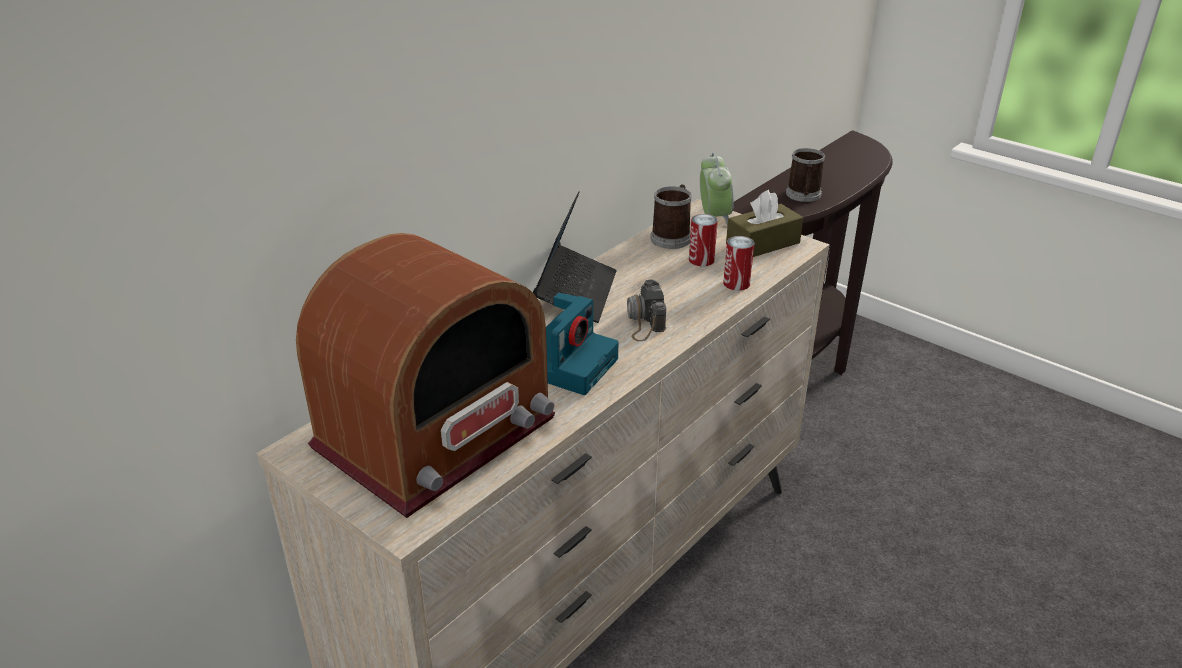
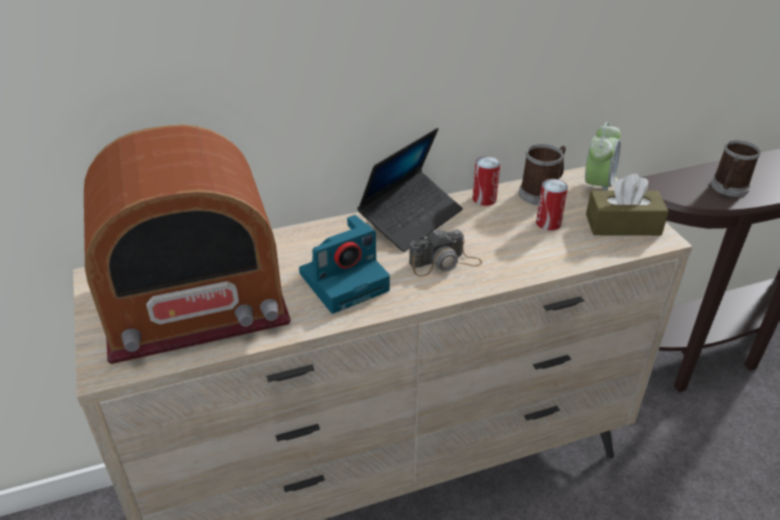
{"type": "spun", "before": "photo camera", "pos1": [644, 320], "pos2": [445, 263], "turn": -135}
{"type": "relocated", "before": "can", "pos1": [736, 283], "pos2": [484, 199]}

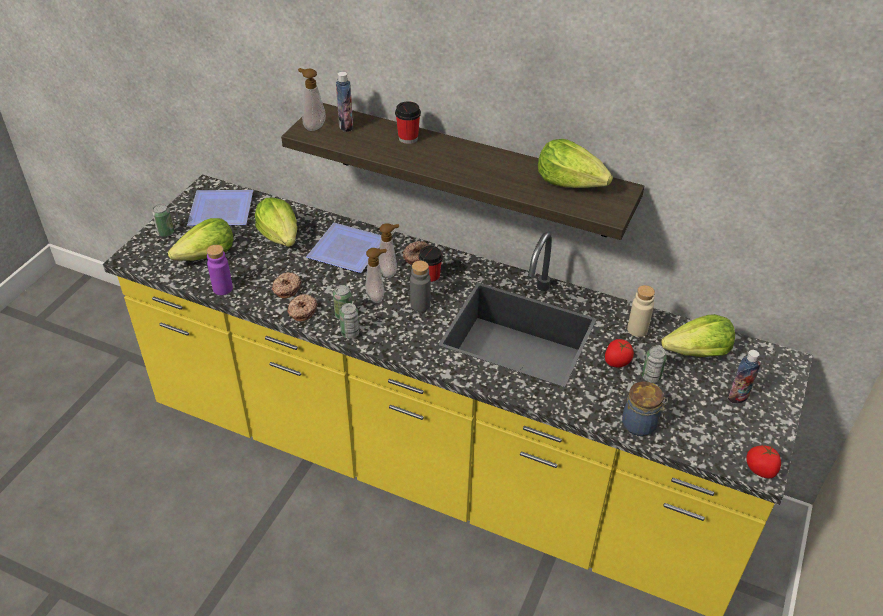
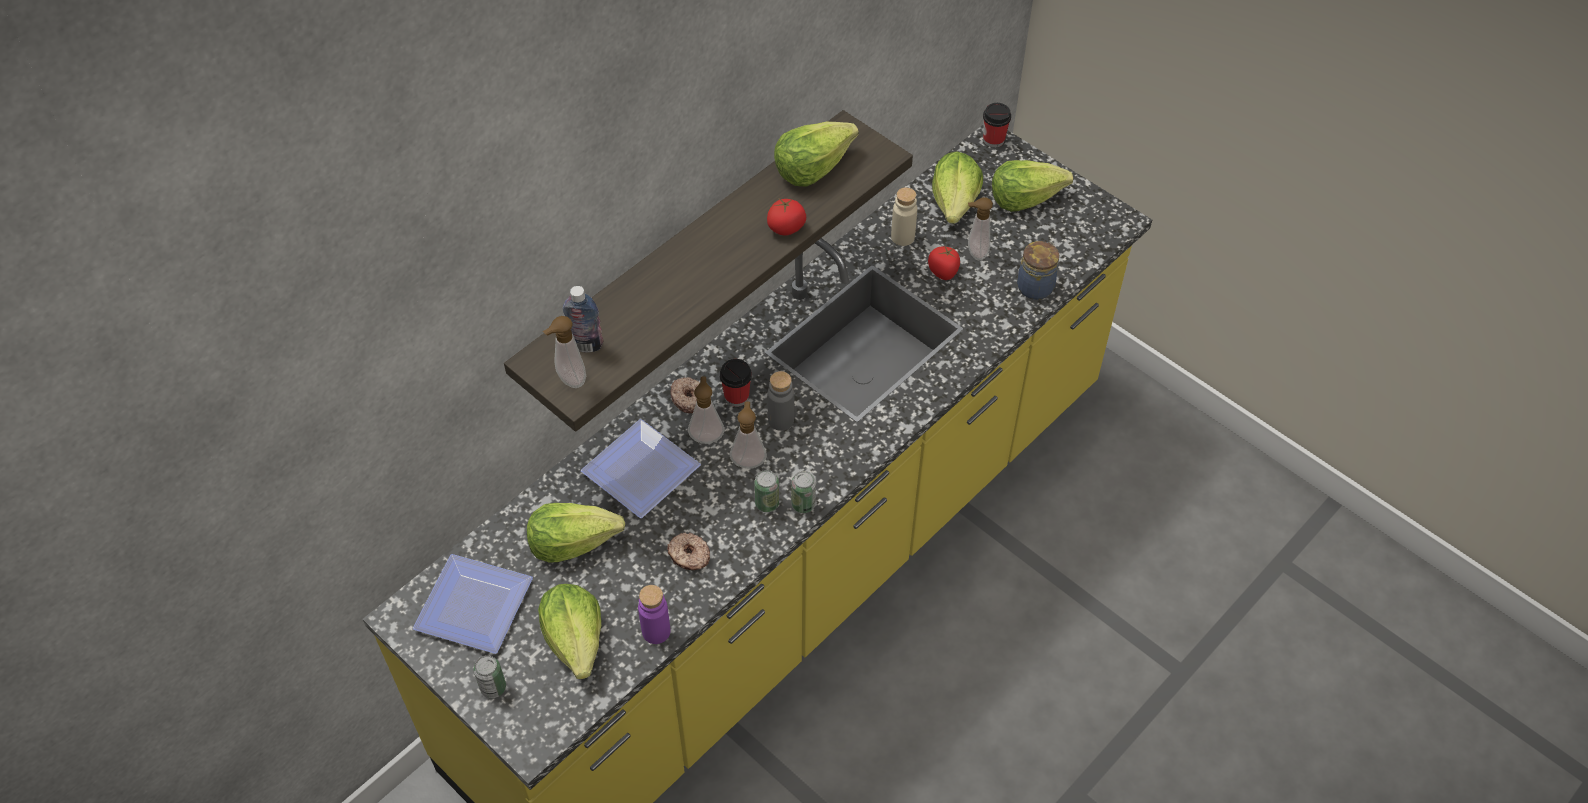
{"type": "missing", "before": "donut", "pos1": [302, 311]}
{"type": "relocated", "before": "cup", "pos1": [408, 138], "pos2": [993, 140]}
{"type": "exchanged", "before": "can", "after": "soap dispenser", "pos1": [651, 377], "pos2": [975, 253]}
{"type": "exchanged", "before": "bottle", "after": "lettuce", "pos1": [738, 397], "pos2": [1025, 197]}
{"type": "relocated", "before": "tomato", "pos1": [761, 469], "pos2": [786, 227]}

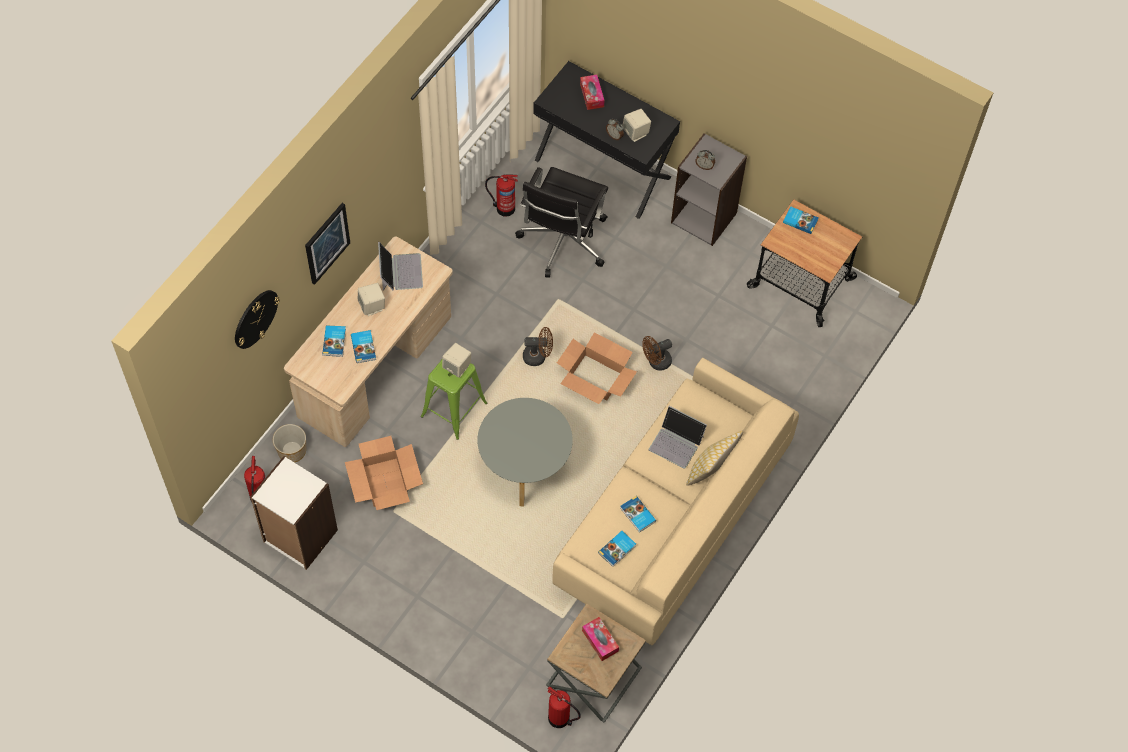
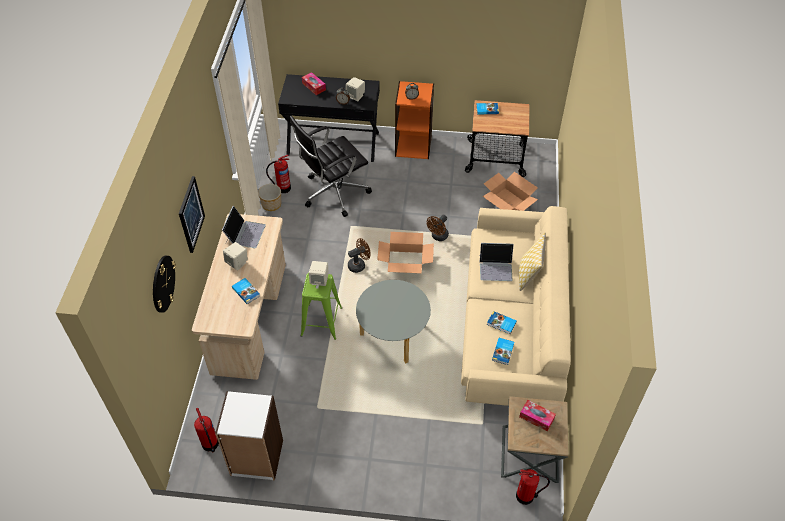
{"type": "relocated", "before": "planter", "pos1": [292, 451], "pos2": [271, 204]}
{"type": "missing", "before": "book", "pos1": [335, 342]}
{"type": "relocated", "before": "cardboard box", "pos1": [385, 482], "pos2": [508, 202]}
{"type": "spun", "before": "laptop", "pos1": [400, 271], "pos2": [245, 233], "turn": 45}
{"type": "spun", "before": "black office chair", "pos1": [562, 242], "pos2": [333, 193], "turn": 60}
{"type": "colour", "before": "grey bookcase", "after": "orange bookcase", "pos1": [704, 217], "pos2": [413, 146]}

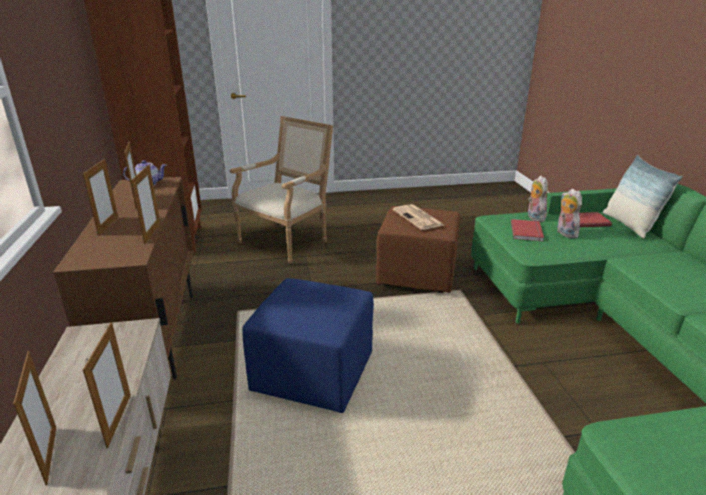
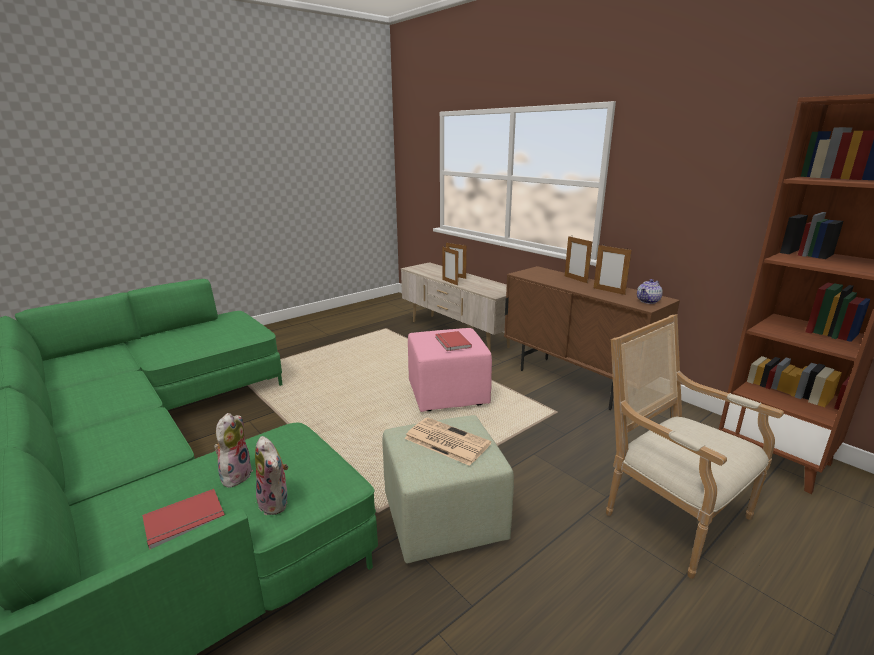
{"type": "missing", "before": "picture frame", "pos1": [152, 233]}
{"type": "spun", "before": "armchair", "pos1": [287, 241], "pos2": [669, 514], "turn": 135}
{"type": "colour", "before": "blue ottoman", "after": "pink ottoman", "pos1": [312, 375], "pos2": [448, 394]}
{"type": "colour", "before": "brown ottoman", "after": "green ottoman", "pos1": [418, 275], "pos2": [442, 520]}
{"type": "relocated", "before": "red book", "pos1": [527, 231], "pos2": [451, 342]}
{"type": "spun", "before": "plush toy", "pos1": [564, 233], "pos2": [235, 474], "turn": -120}
{"type": "missing", "before": "pillow", "pos1": [629, 225]}

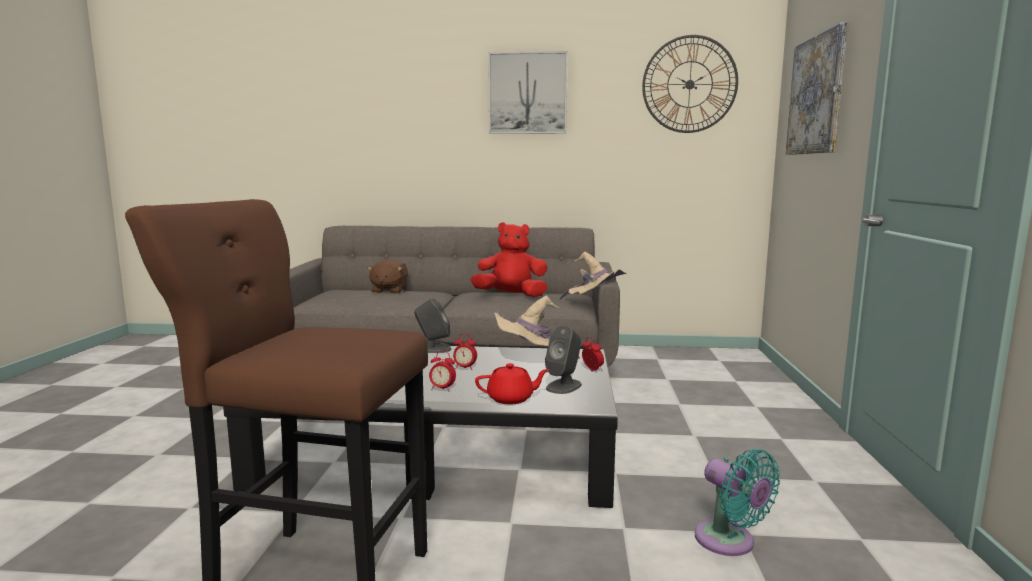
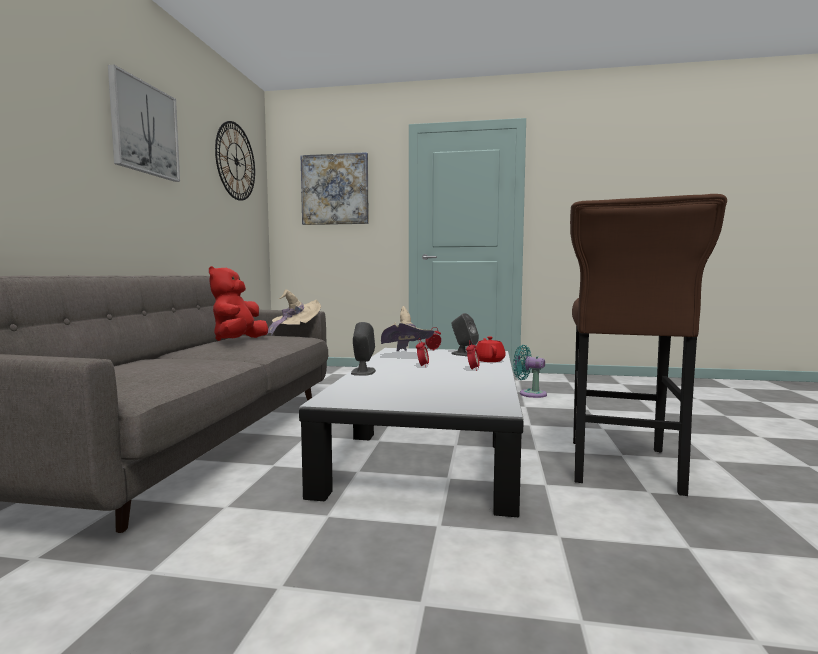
{"type": "missing", "before": "brown plush toy", "pos1": [389, 291]}
{"type": "spun", "before": "turquoise fan", "pos1": [729, 542], "pos2": [530, 394], "turn": -120}

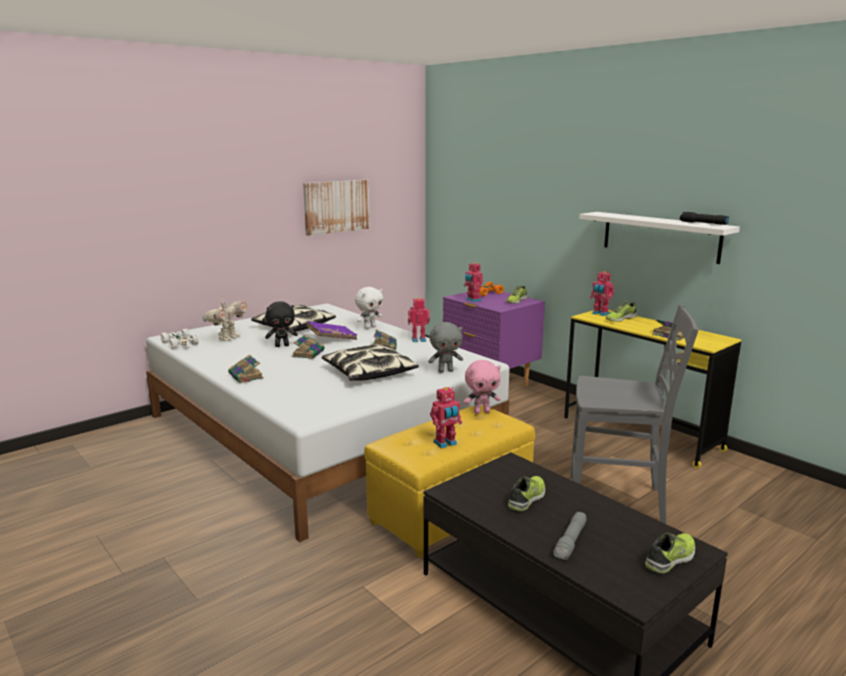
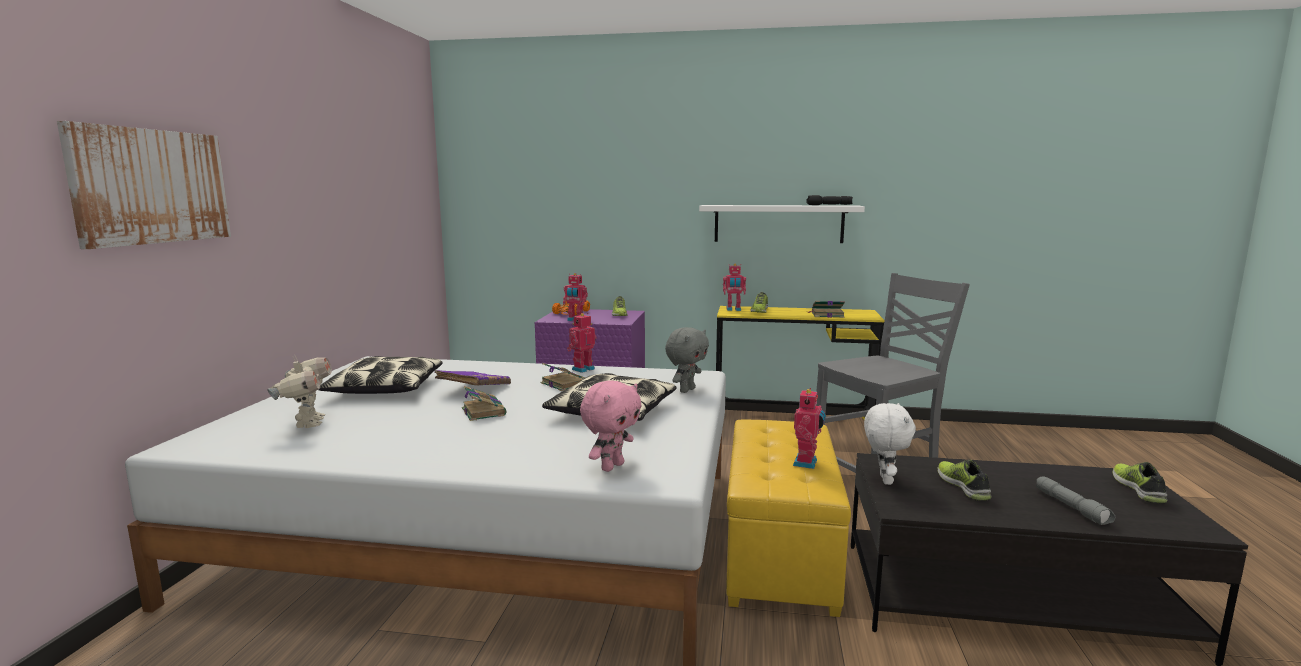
{"type": "missing", "before": "white toy car", "pos1": [180, 344]}
{"type": "missing", "before": "book", "pos1": [246, 376]}
{"type": "missing", "before": "black plush toy", "pos1": [282, 345]}
{"type": "relocated", "before": "picture", "pos1": [336, 206], "pos2": [151, 186]}
{"type": "relocated", "before": "white plush toy", "pos1": [369, 327], "pos2": [884, 480]}
{"type": "relocated", "before": "pink plush toy", "pos1": [481, 412], "pos2": [611, 466]}

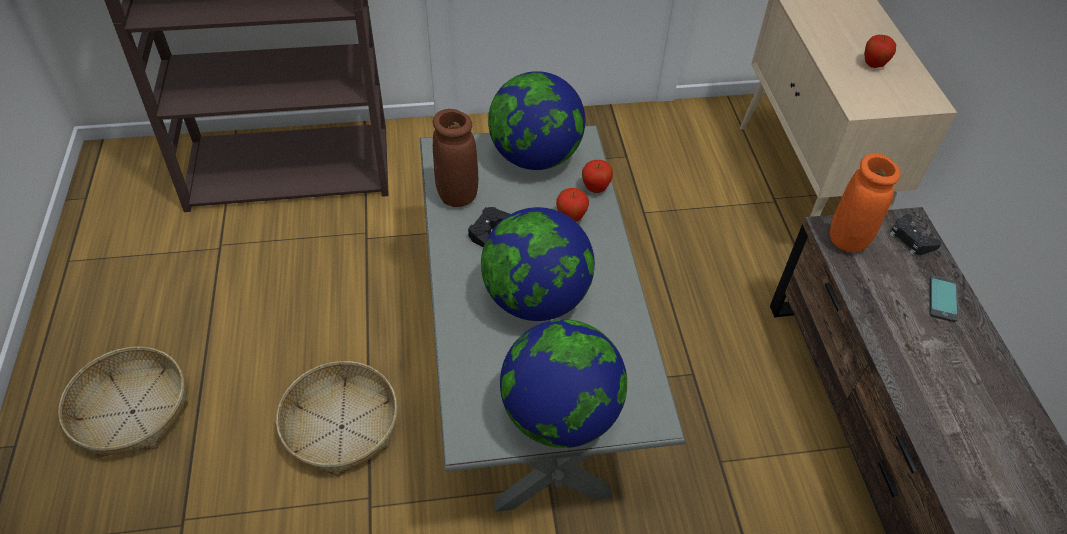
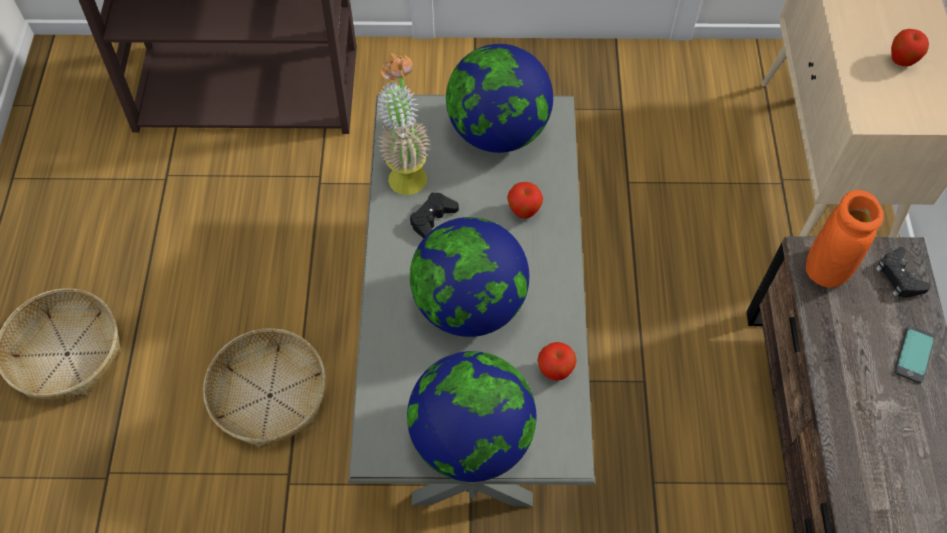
{"type": "exchanged", "before": "brown vase", "after": "potted plant", "pos1": [457, 194], "pos2": [406, 170]}
{"type": "relocated", "before": "apple", "pos1": [595, 189], "pos2": [555, 371]}

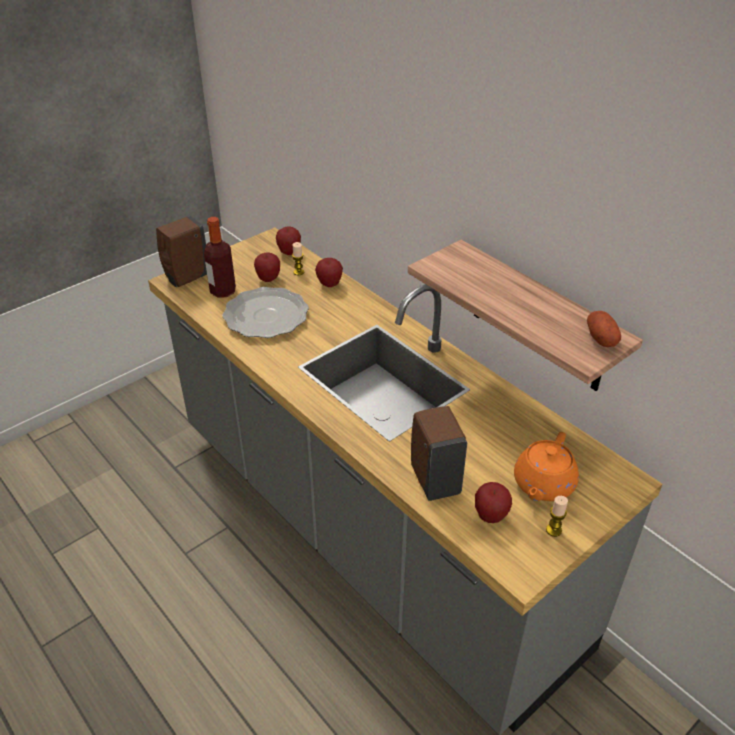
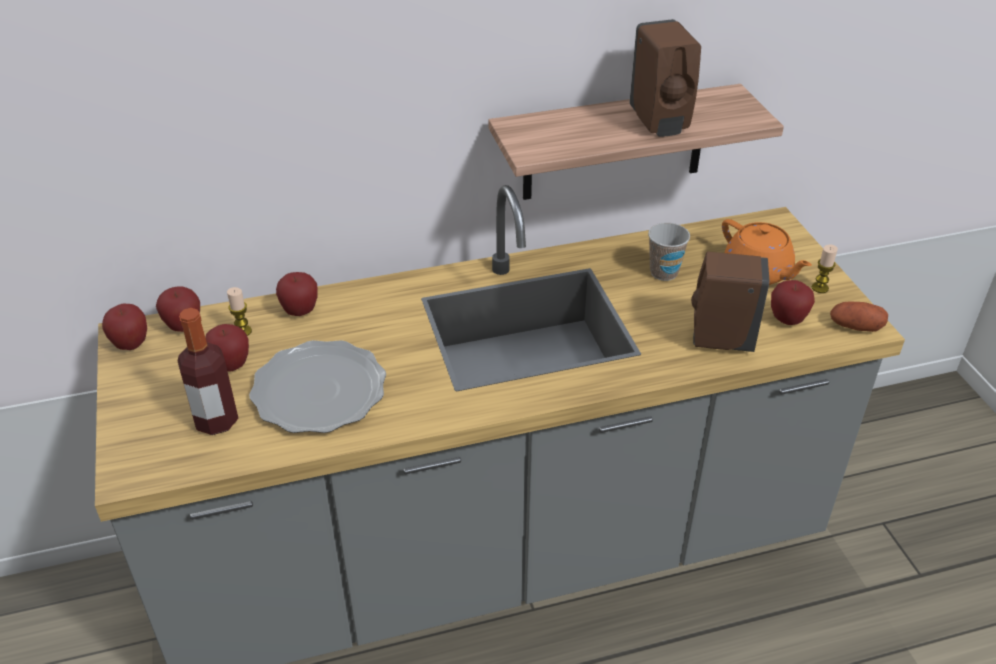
{"type": "relocated", "before": "brown soap dispenser", "pos1": [186, 278], "pos2": [659, 123]}
{"type": "relocated", "before": "potato", "pos1": [601, 338], "pos2": [855, 327]}
{"type": "appeared", "after": "apple", "pos2": [131, 345]}
{"type": "appeared", "after": "cup", "pos2": [664, 272]}

